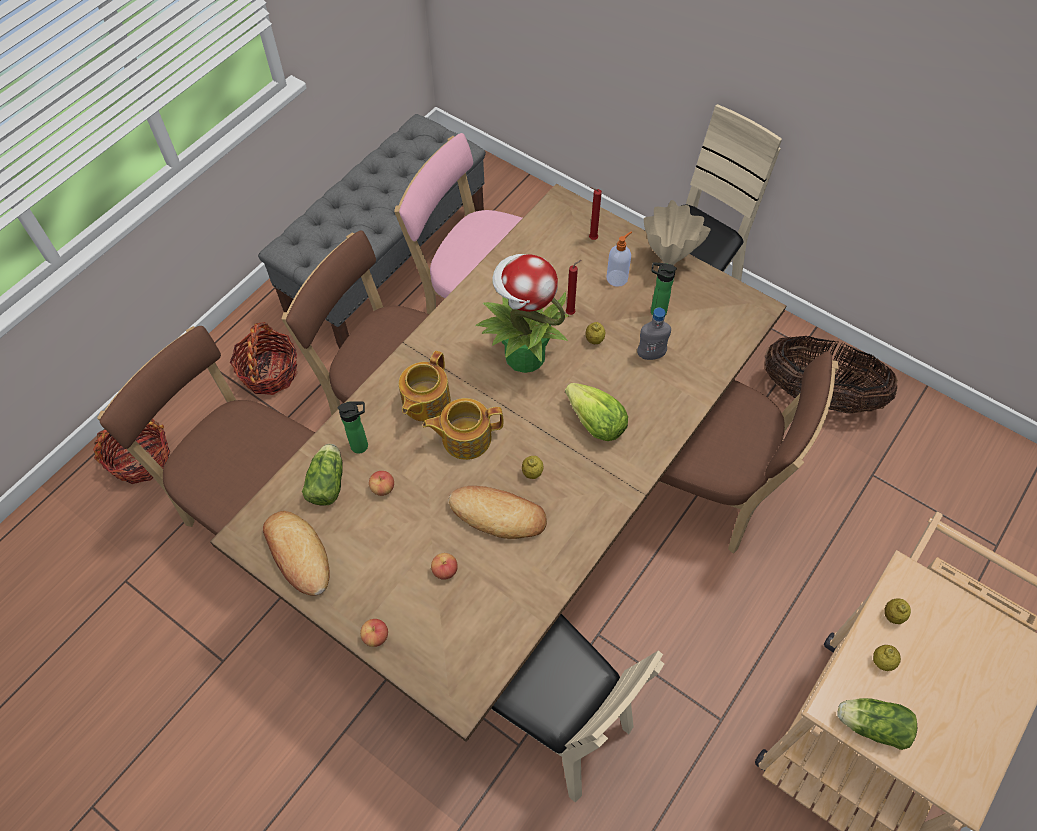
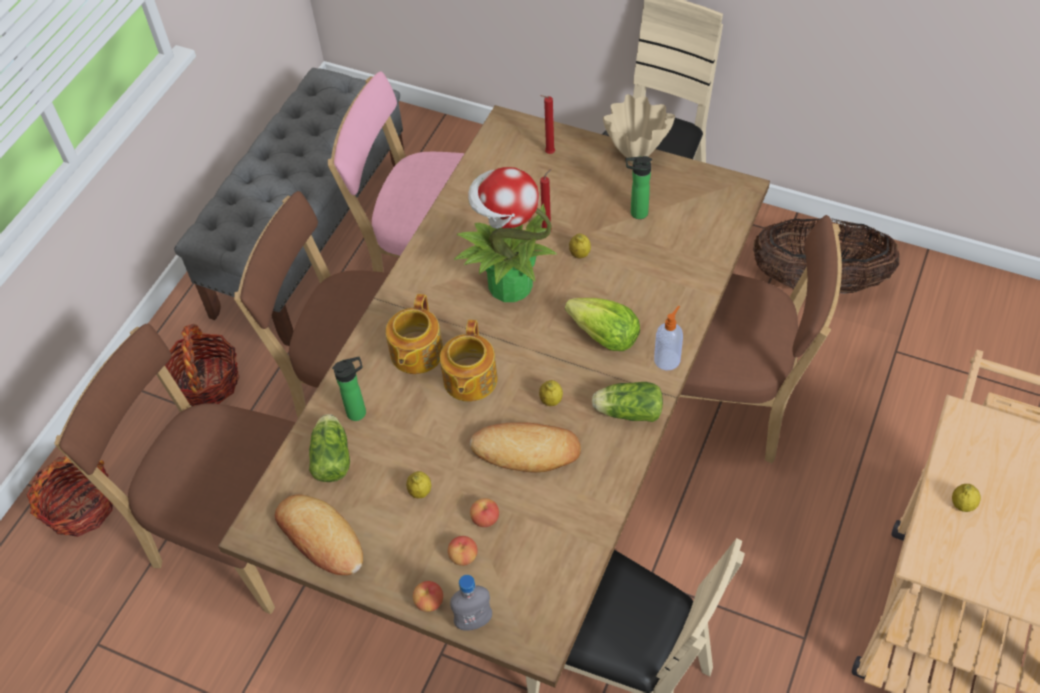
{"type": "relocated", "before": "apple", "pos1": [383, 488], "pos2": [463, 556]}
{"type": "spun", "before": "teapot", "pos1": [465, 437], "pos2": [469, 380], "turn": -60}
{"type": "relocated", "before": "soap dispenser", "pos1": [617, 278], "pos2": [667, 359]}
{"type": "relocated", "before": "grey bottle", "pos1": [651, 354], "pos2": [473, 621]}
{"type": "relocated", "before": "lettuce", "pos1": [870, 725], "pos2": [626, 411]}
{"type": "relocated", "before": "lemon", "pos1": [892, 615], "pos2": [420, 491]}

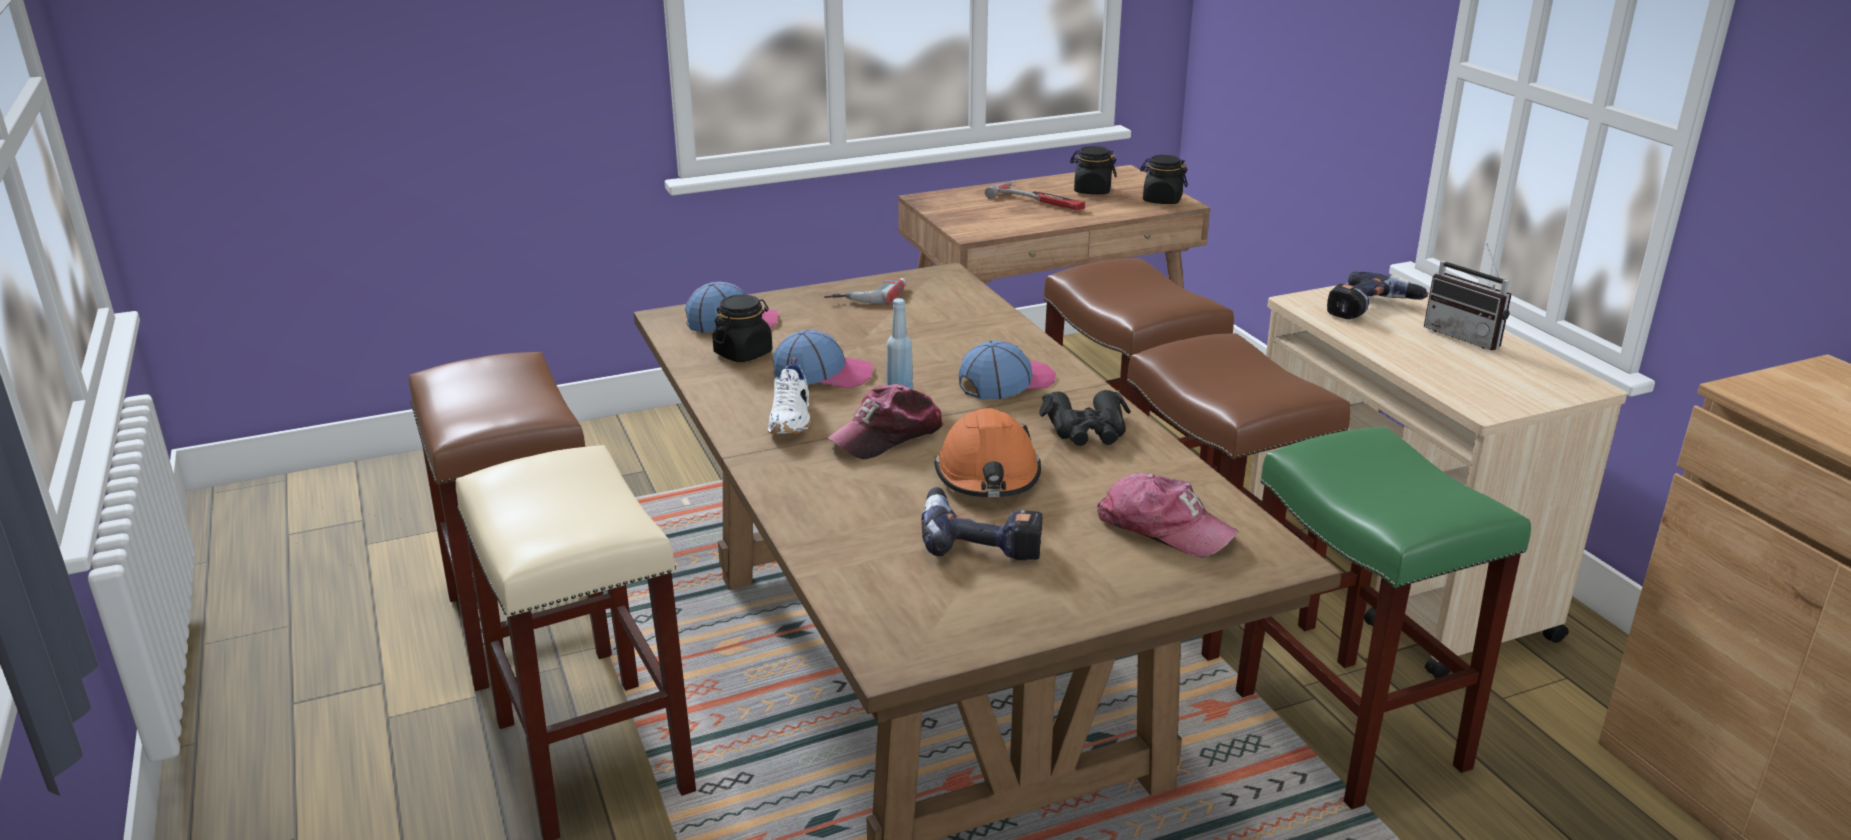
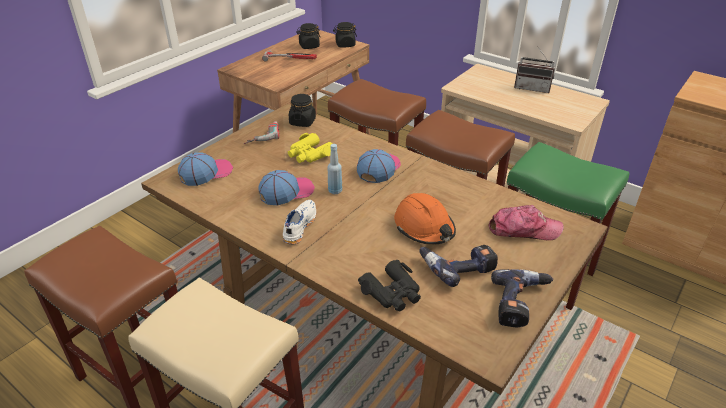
{"type": "relocated", "before": "black jar", "pos1": [743, 353], "pos2": [302, 122]}
{"type": "spun", "before": "white shoe", "pos1": [792, 419], "pos2": [298, 226], "turn": -135}
{"type": "missing", "before": "cap", "pos1": [887, 436]}
{"type": "relocated", "before": "black binoculars", "pos1": [1087, 430], "pos2": [392, 292]}
{"type": "relocated", "before": "power drill", "pos1": [1372, 310], "pos2": [521, 304]}
{"type": "appeared", "after": "yellow binoculars", "pos2": [310, 154]}

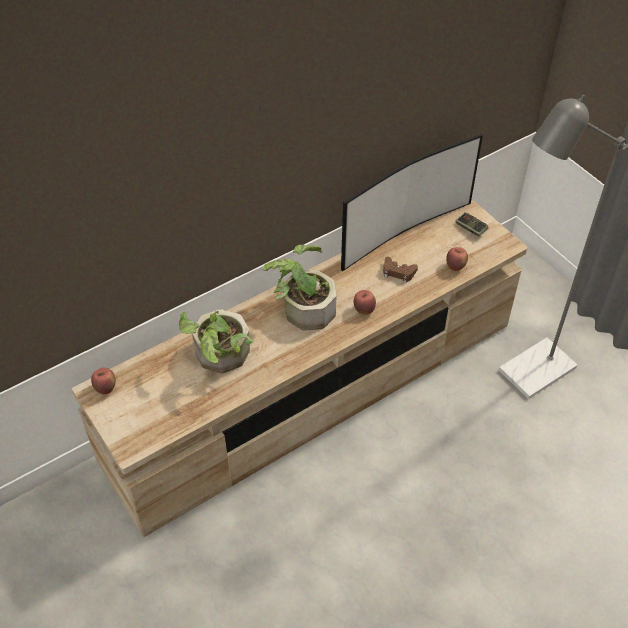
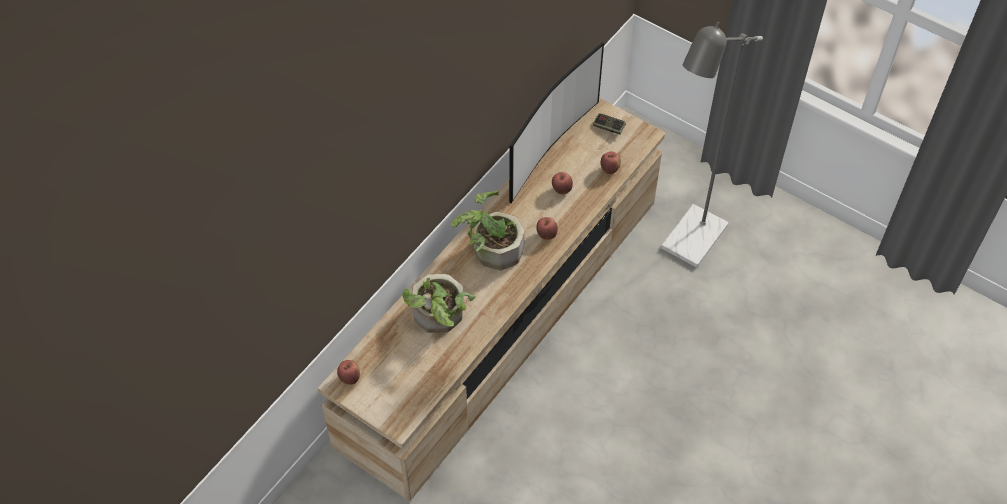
{"type": "exchanged", "before": "brown game controller", "after": "apple", "pos1": [398, 272], "pos2": [561, 190]}

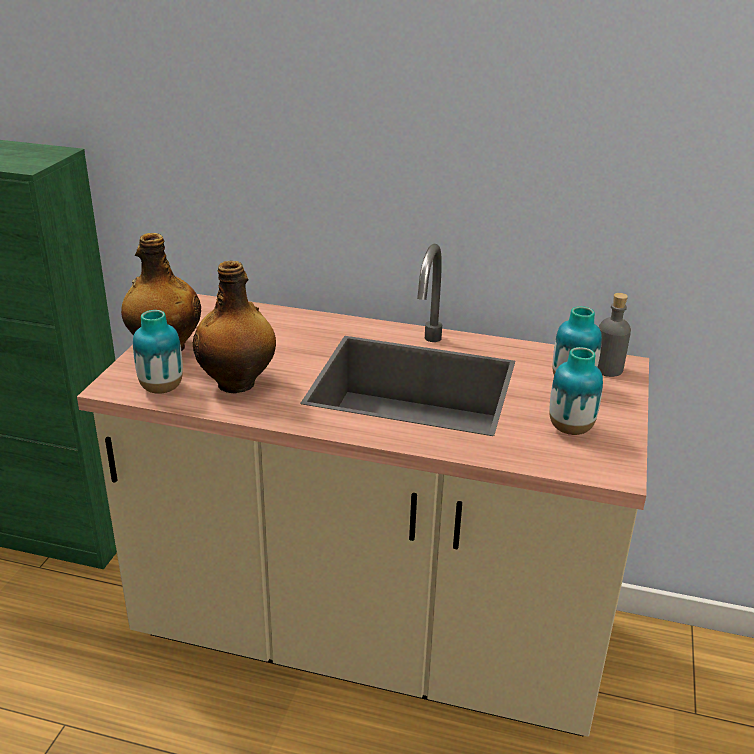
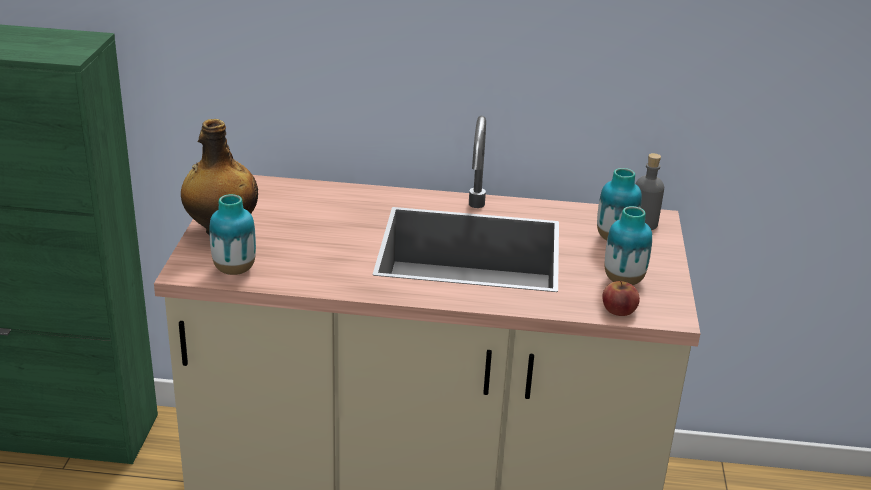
{"type": "missing", "before": "bottle", "pos1": [238, 383]}
{"type": "appeared", "after": "apple", "pos2": [619, 309]}

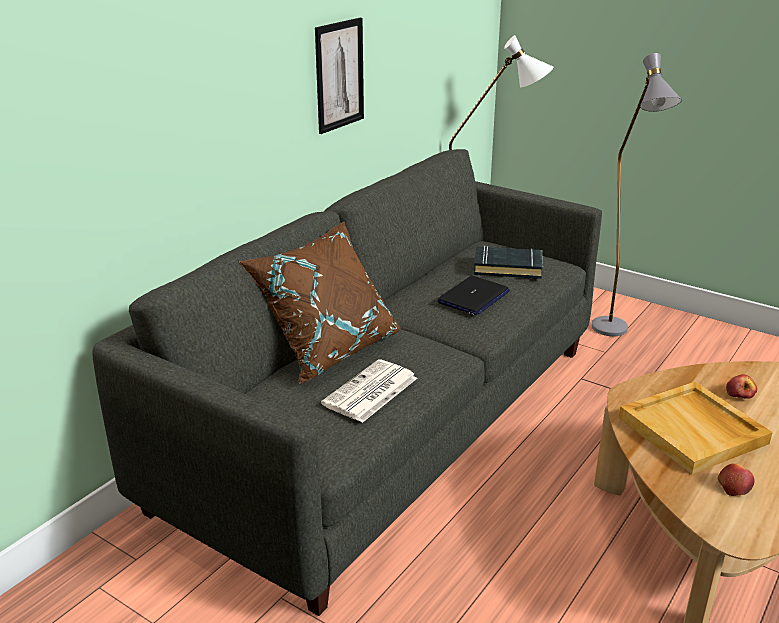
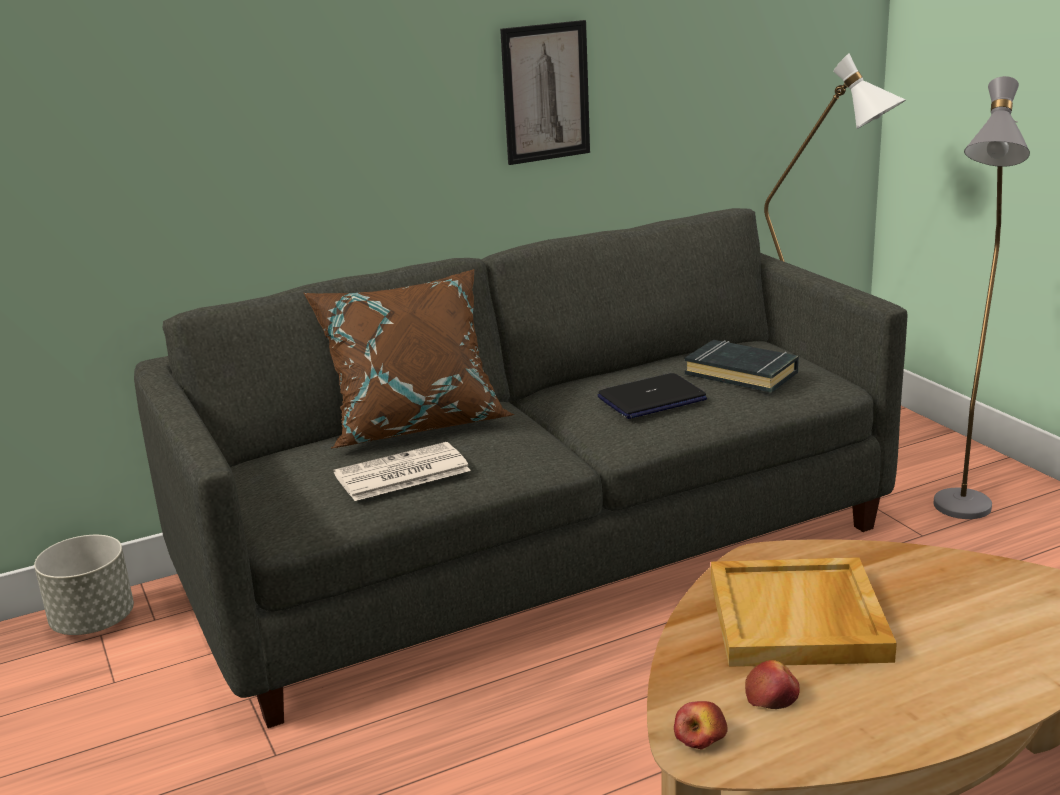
{"type": "relocated", "before": "apple", "pos1": [740, 394], "pos2": [701, 737]}
{"type": "appeared", "after": "grey planter", "pos2": [94, 622]}

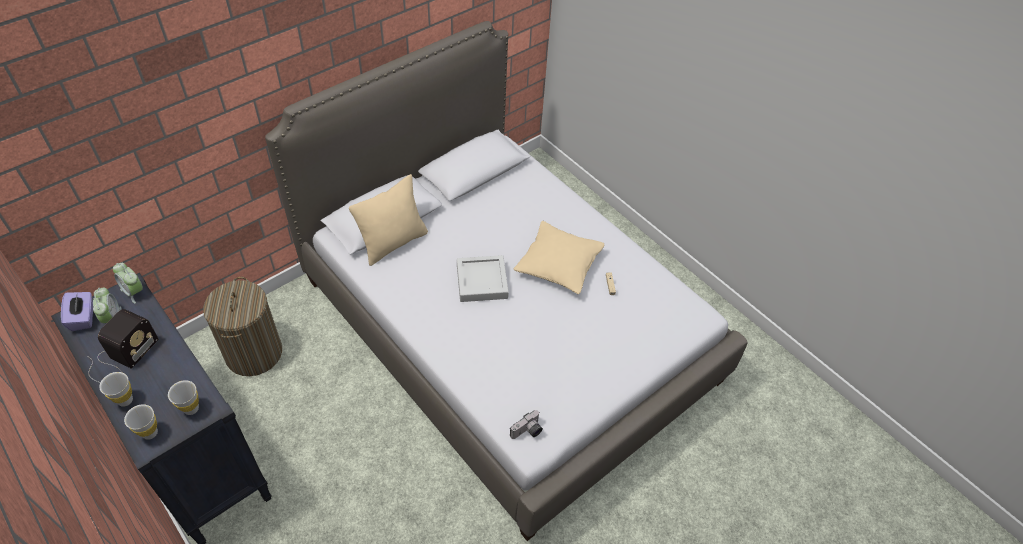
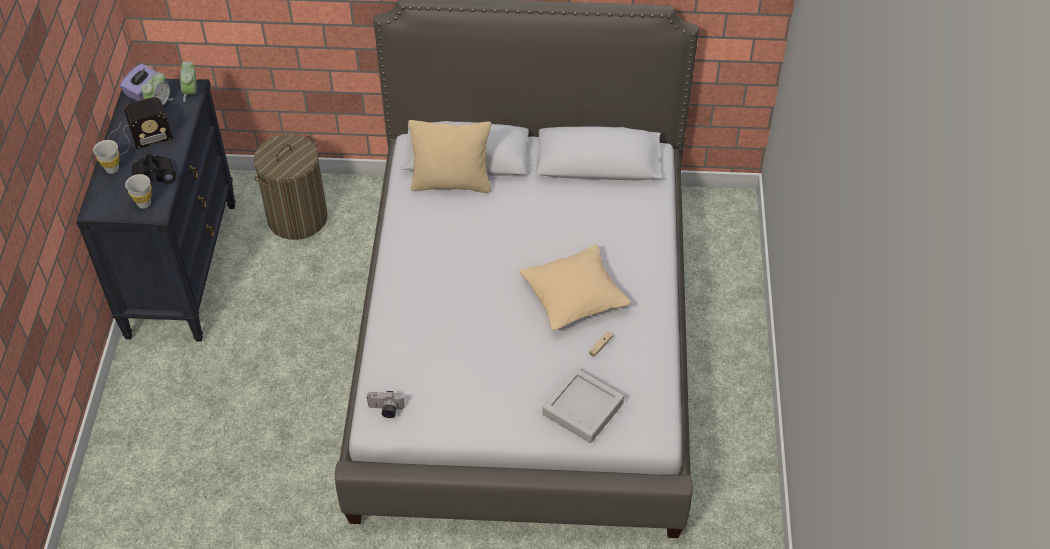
{"type": "missing", "before": "white cup", "pos1": [150, 433]}
{"type": "relocated", "before": "grey tray", "pos1": [482, 282], "pos2": [582, 409]}
{"type": "appeared", "after": "black binoculars", "pos2": [154, 175]}

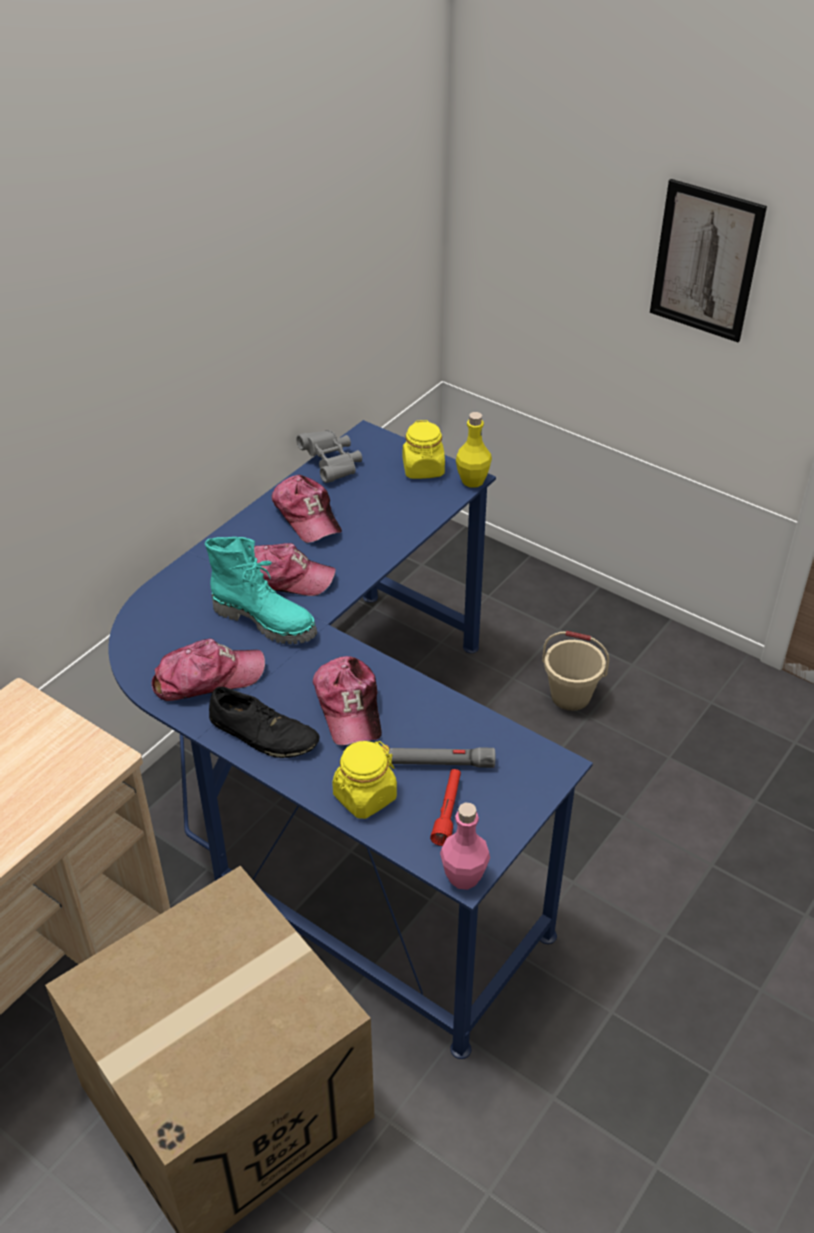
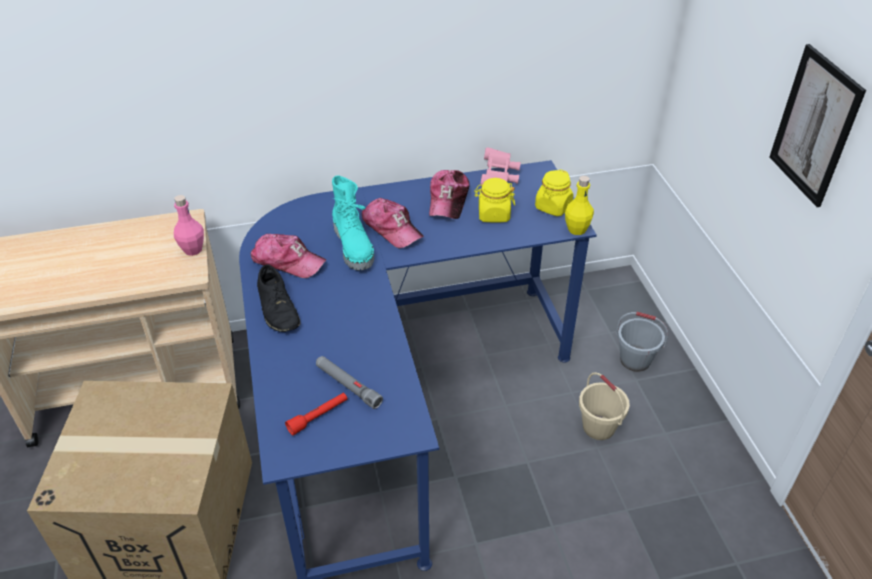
{"type": "colour", "before": "grey binoculars", "after": "pink binoculars", "pos1": [332, 465], "pos2": [499, 177]}
{"type": "missing", "before": "cap", "pos1": [349, 707]}
{"type": "relocated", "before": "yellow jar", "pos1": [364, 797], "pos2": [493, 214]}
{"type": "relocated", "before": "pink bottle", "pos1": [463, 877], "pos2": [193, 249]}
{"type": "appeared", "after": "grey bucket", "pos2": [635, 360]}

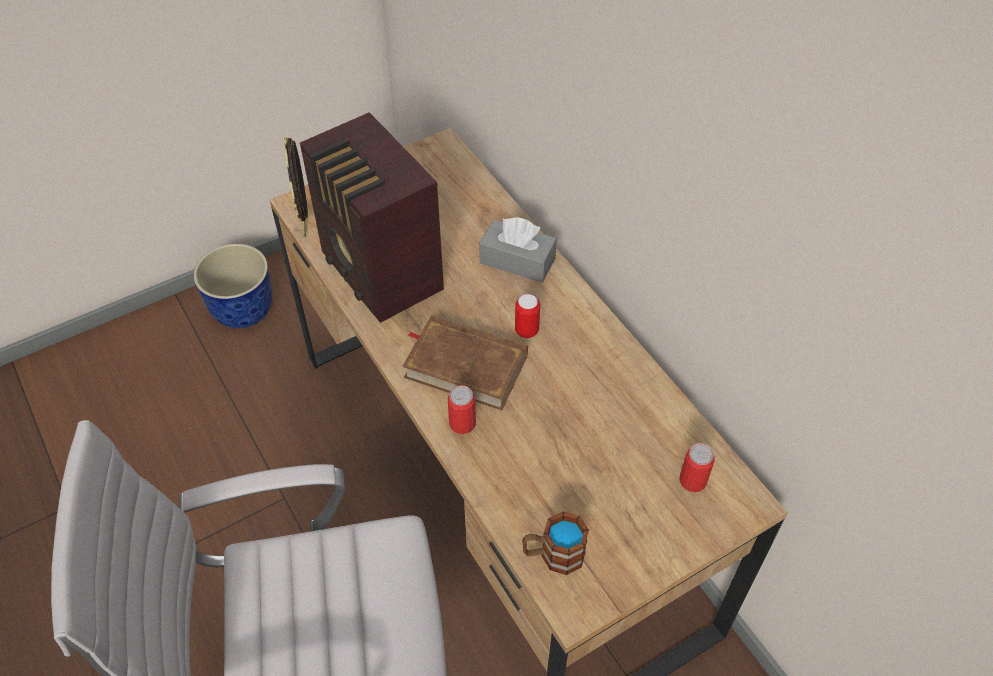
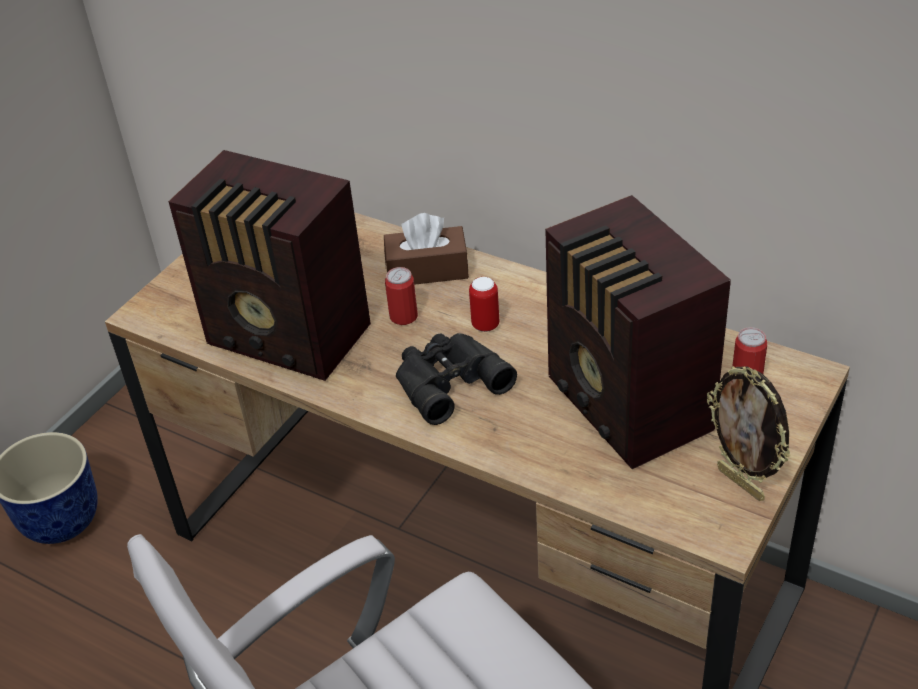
{"type": "relocated", "before": "picture frame", "pos1": [305, 223], "pos2": [742, 483]}
{"type": "exchanged", "before": "brown book", "after": "black binoculars", "pos1": [465, 366], "pos2": [447, 380]}
{"type": "relocated", "before": "can", "pos1": [462, 423], "pos2": [403, 316]}
{"type": "colour", "before": "grey tissue box", "after": "brown tissue box", "pos1": [517, 260], "pos2": [427, 270]}
{"type": "missing", "before": "mug", "pos1": [553, 555]}
{"type": "appeared", "after": "radio", "pos2": [628, 408]}

